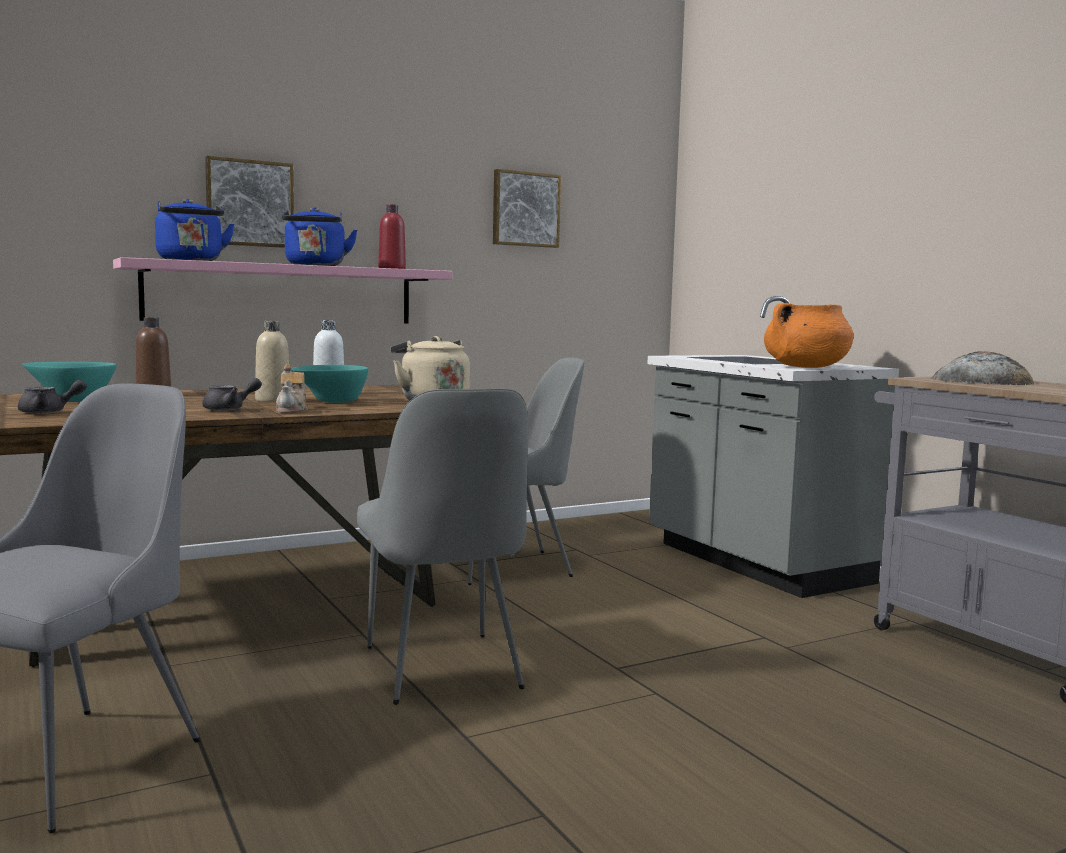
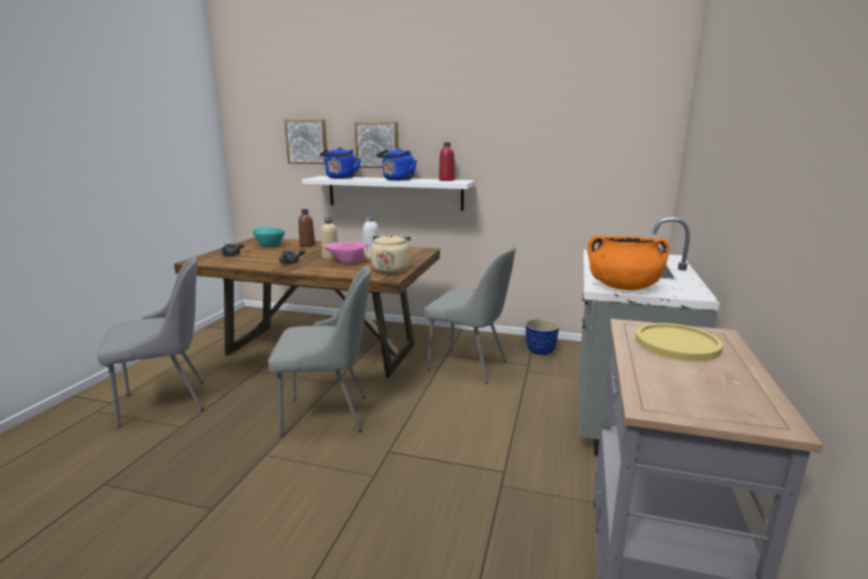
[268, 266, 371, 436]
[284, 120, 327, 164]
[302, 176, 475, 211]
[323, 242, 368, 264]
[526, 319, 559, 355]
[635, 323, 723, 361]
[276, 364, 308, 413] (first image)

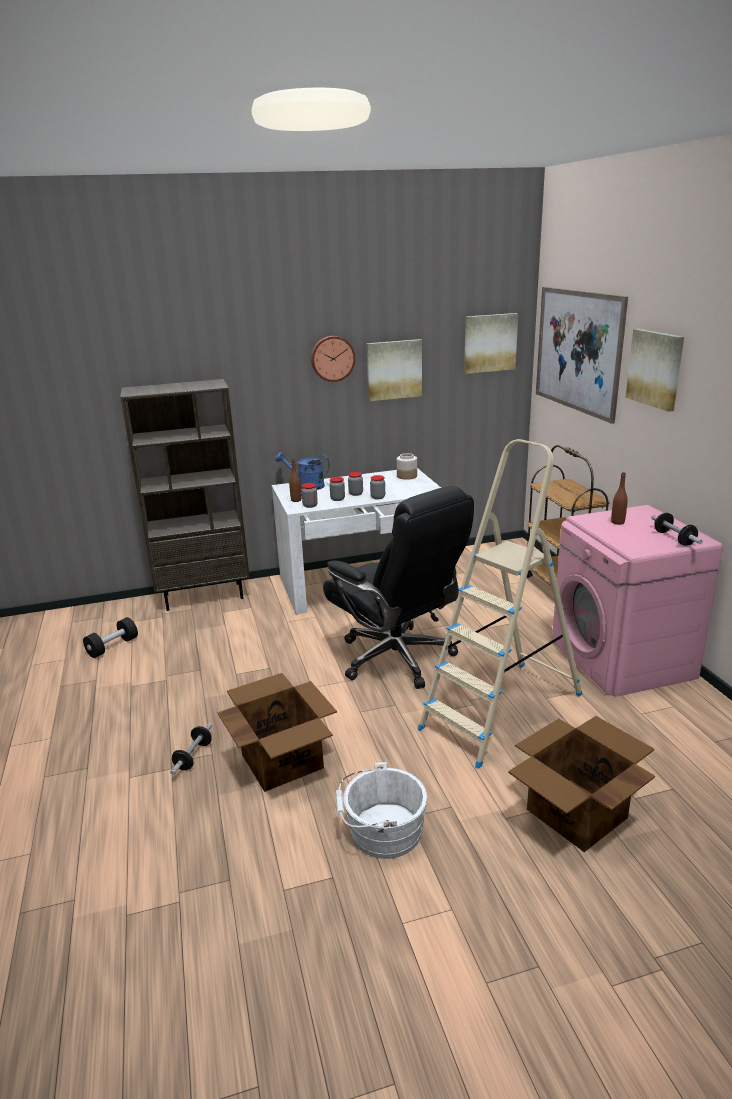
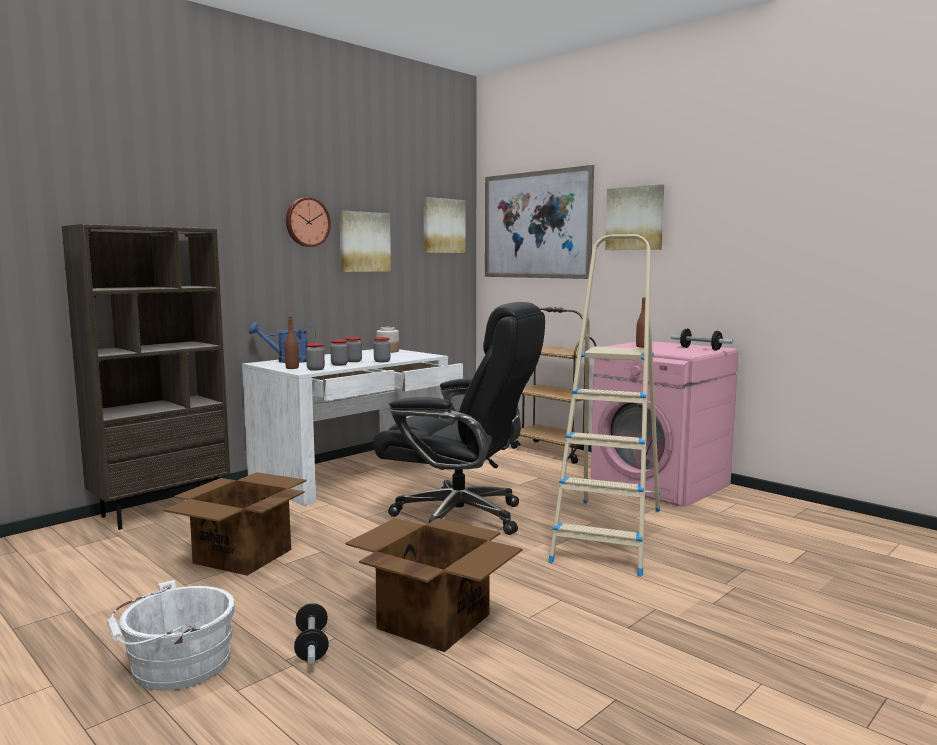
[107, 580, 235, 691]
[163, 472, 307, 576]
[83, 617, 138, 658] (first image)

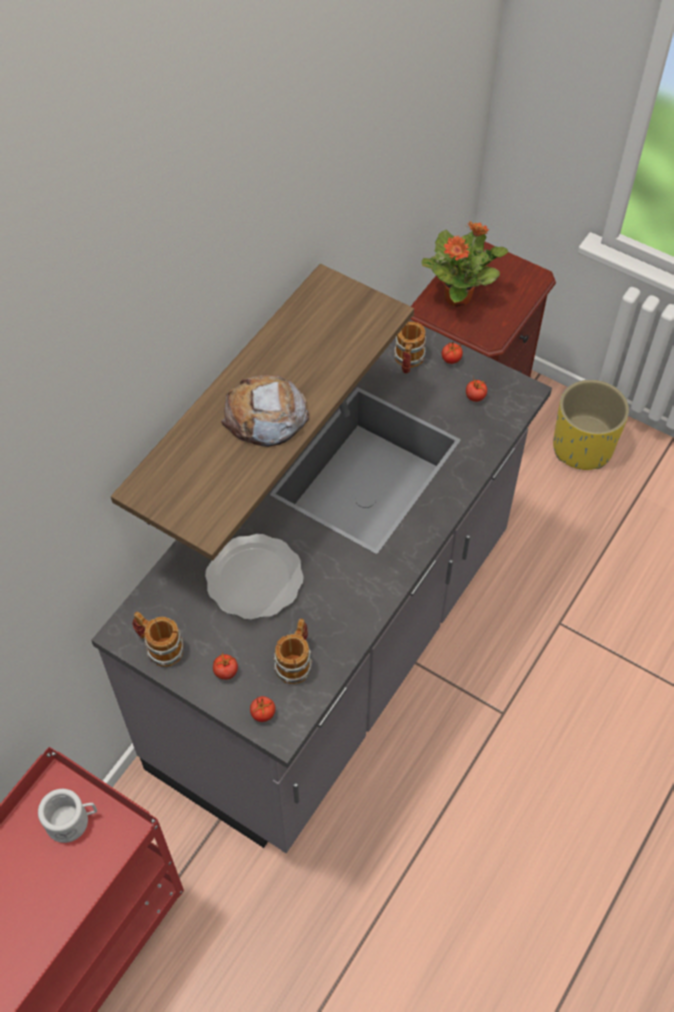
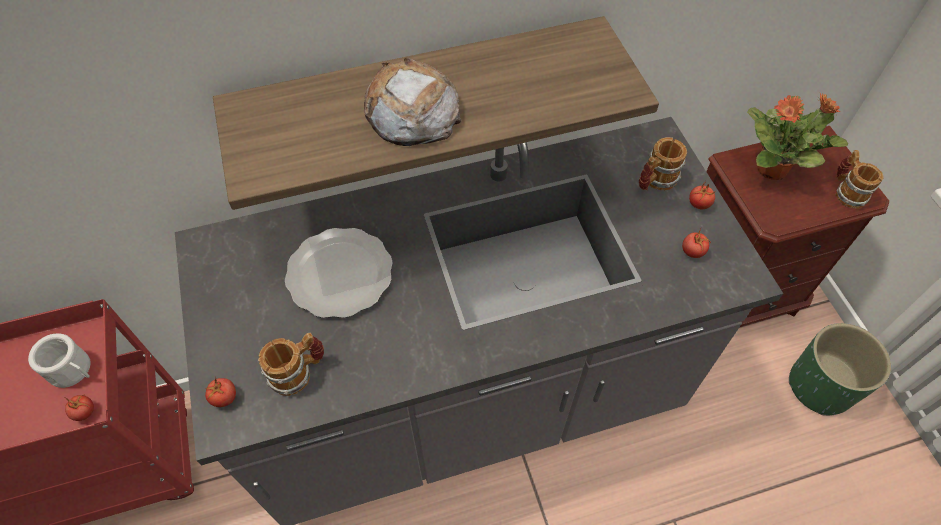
[65, 395, 94, 421]
[789, 323, 891, 416]
[836, 150, 884, 209]

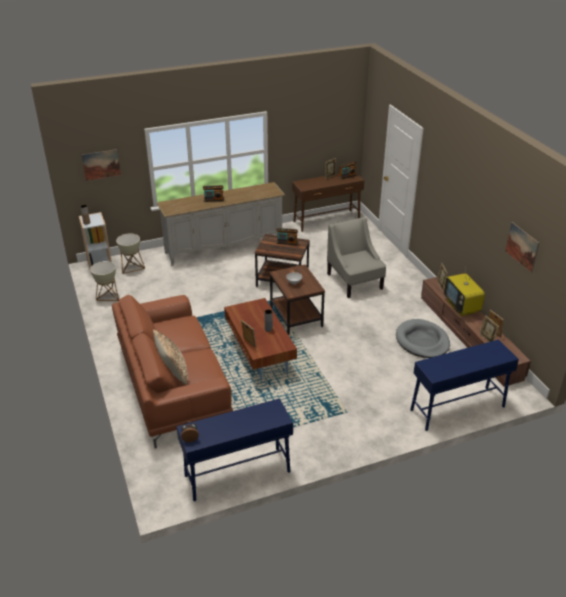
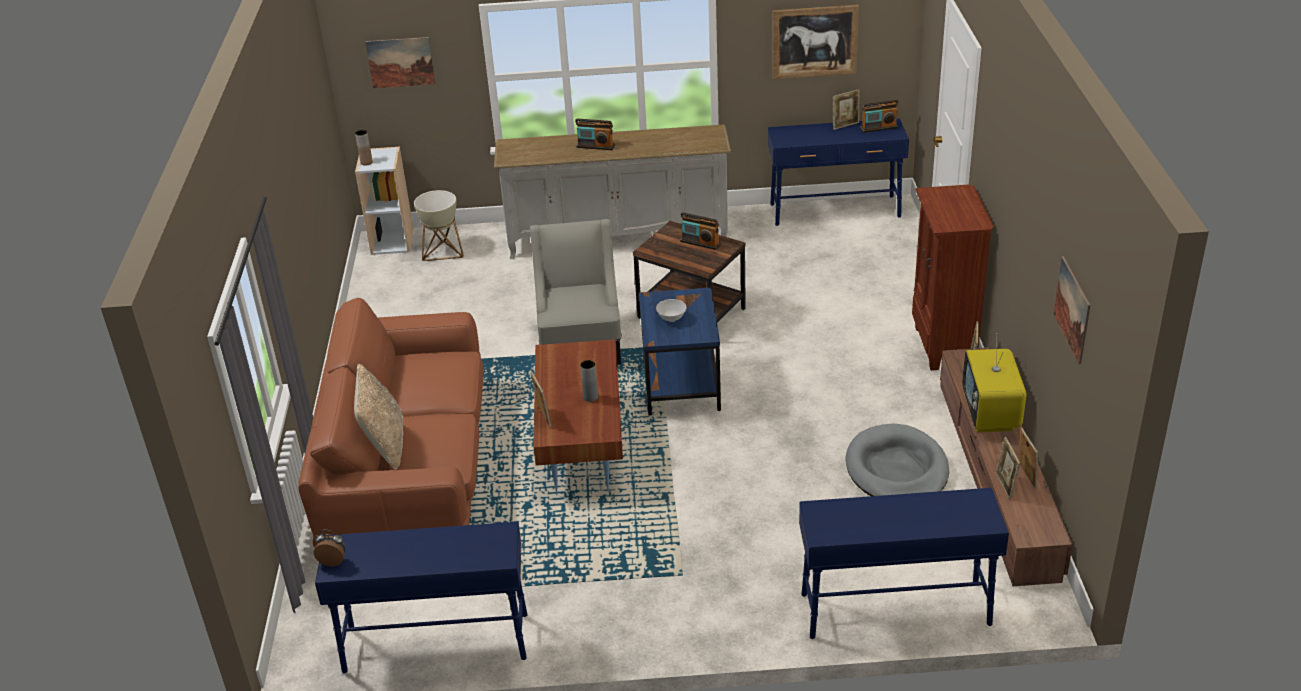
[530, 219, 622, 365]
[639, 288, 721, 416]
[768, 118, 909, 226]
[772, 5, 859, 79]
[912, 184, 994, 370]
[90, 261, 119, 301] (first image)

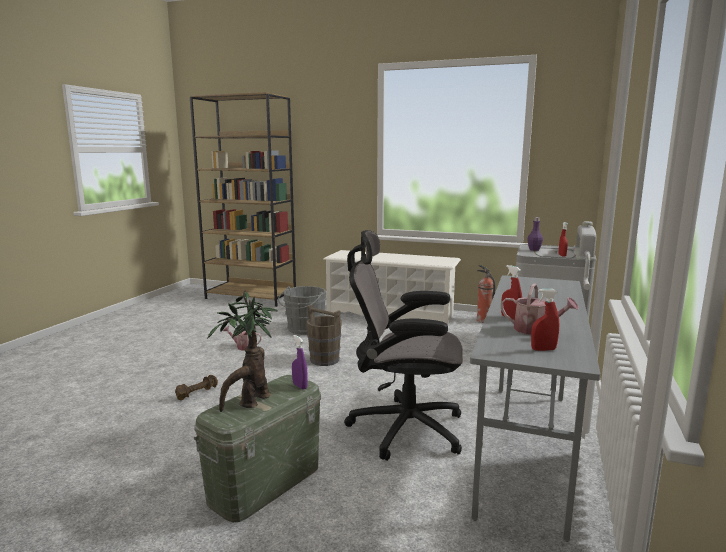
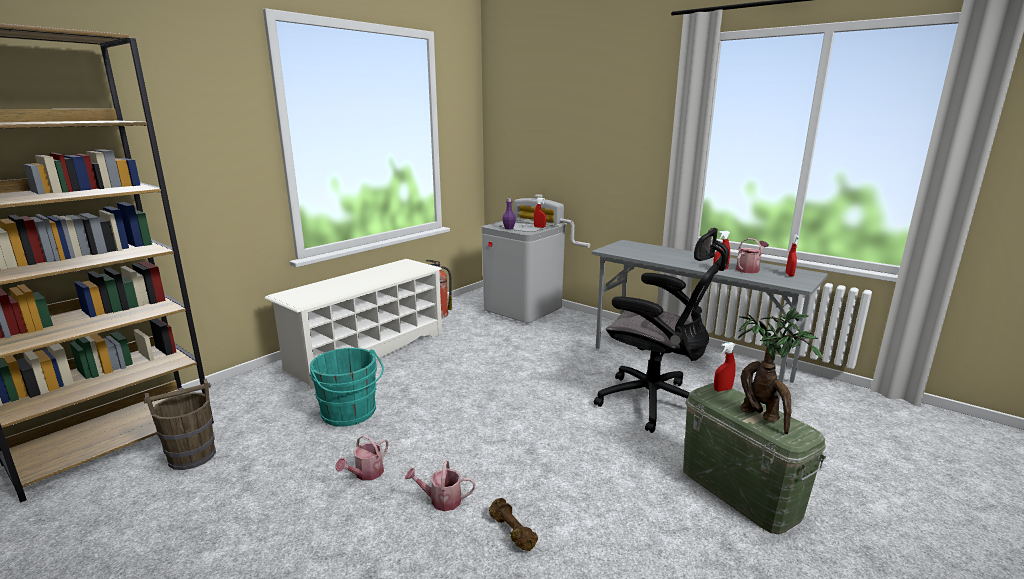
[144, 379, 216, 470]
[310, 348, 384, 426]
[405, 461, 475, 511]
[594, 228, 729, 433]
[714, 342, 736, 392]

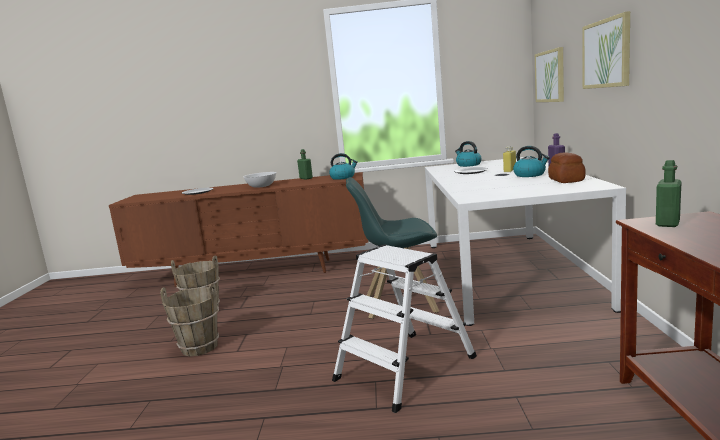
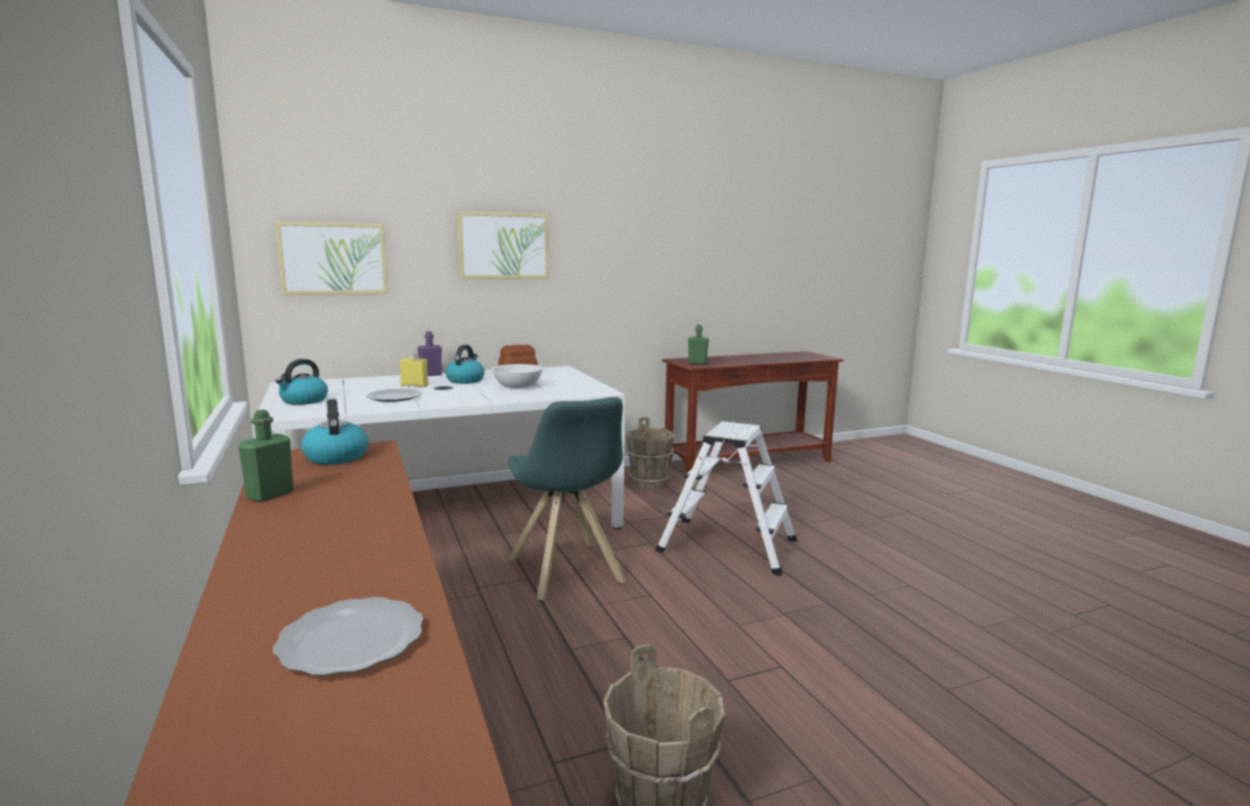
[491, 364, 544, 388]
[626, 417, 675, 489]

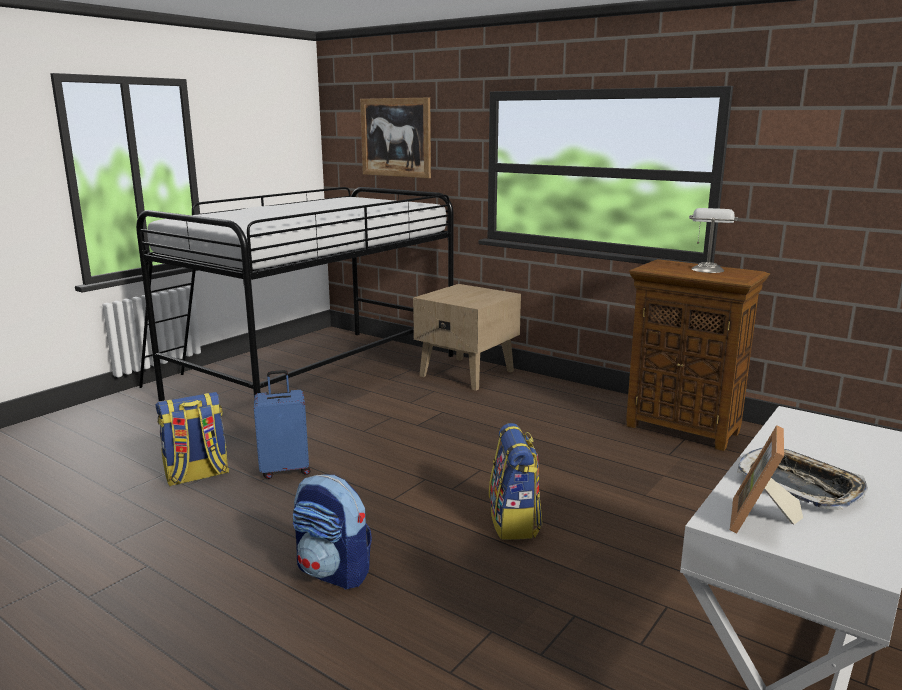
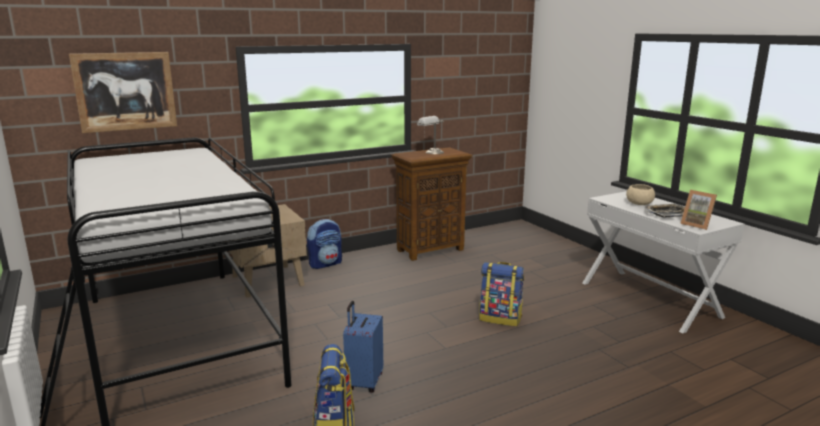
[307, 219, 342, 269]
[626, 184, 655, 205]

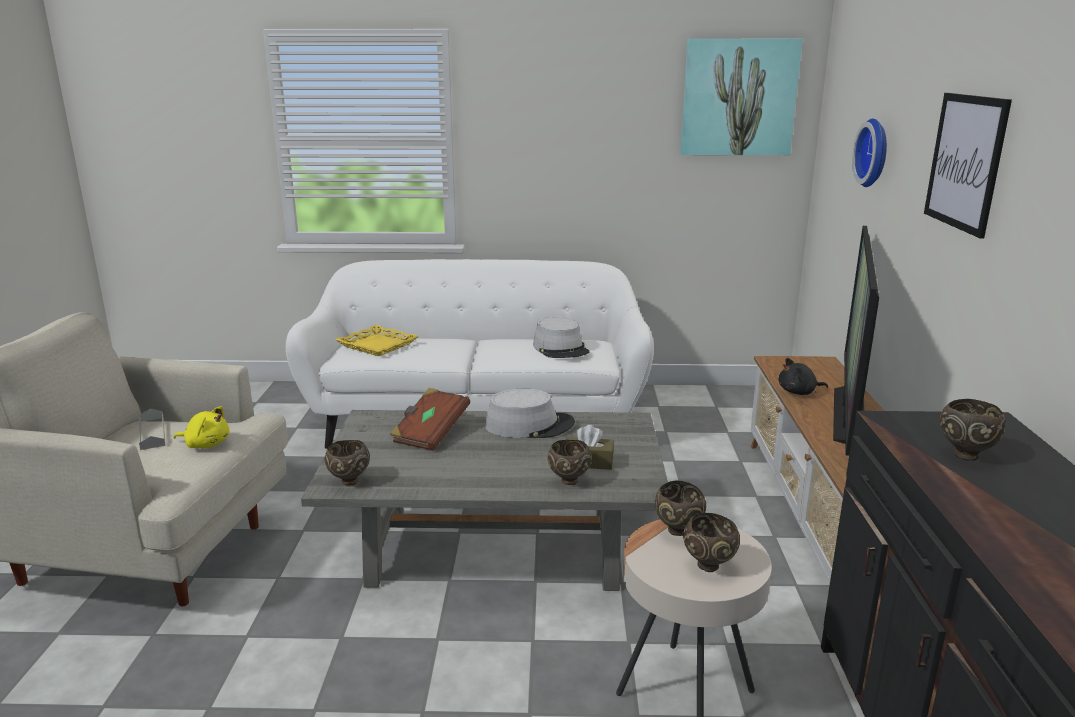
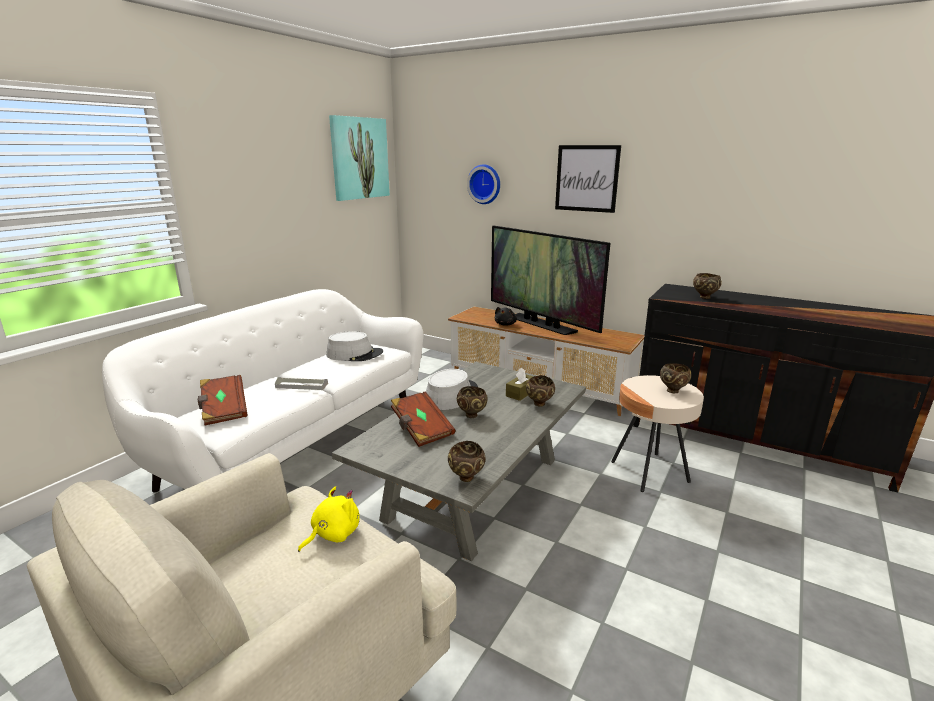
[198, 375, 247, 426]
[275, 377, 328, 390]
[457, 386, 488, 418]

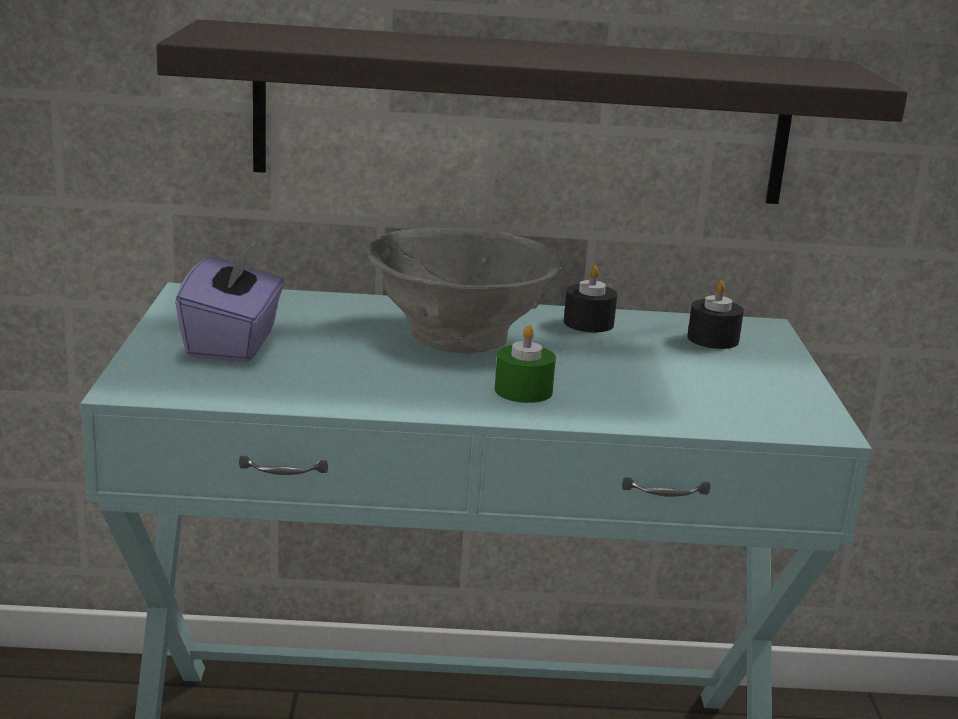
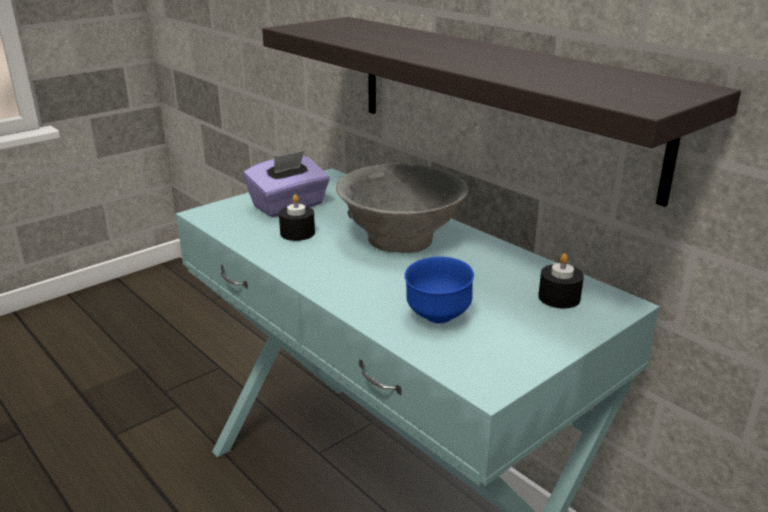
[279, 194, 315, 241]
[404, 257, 474, 323]
[495, 325, 556, 403] (first image)

